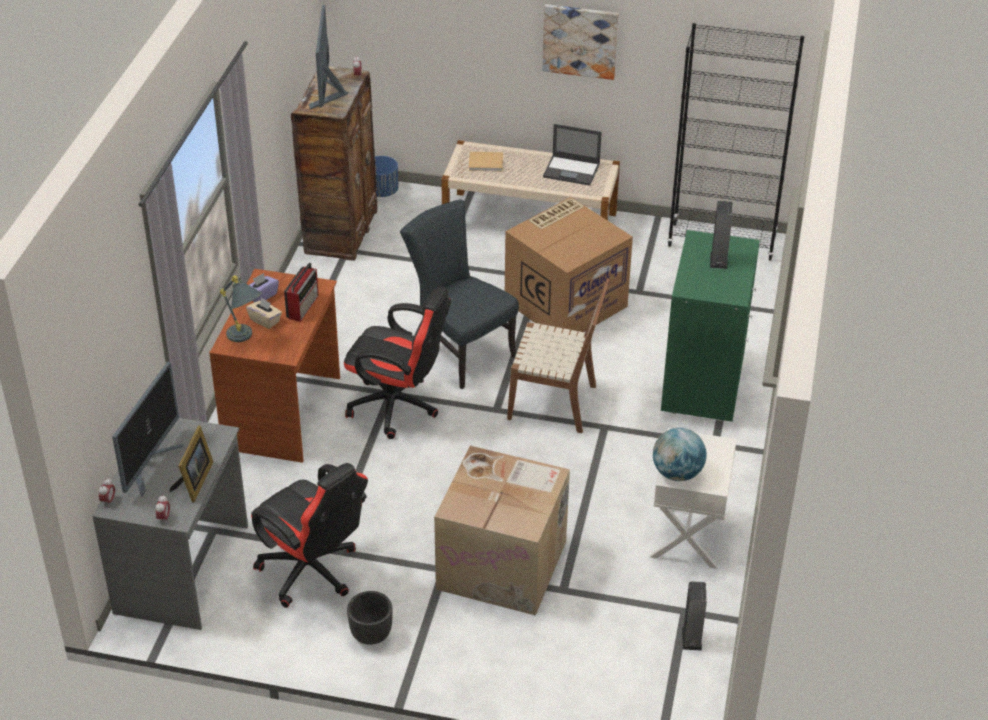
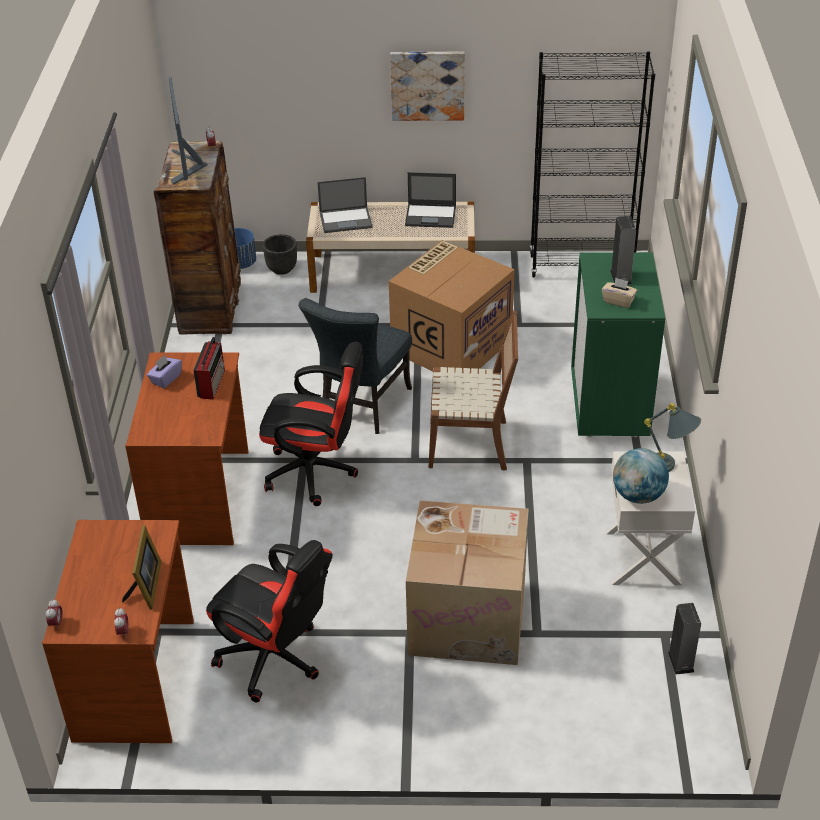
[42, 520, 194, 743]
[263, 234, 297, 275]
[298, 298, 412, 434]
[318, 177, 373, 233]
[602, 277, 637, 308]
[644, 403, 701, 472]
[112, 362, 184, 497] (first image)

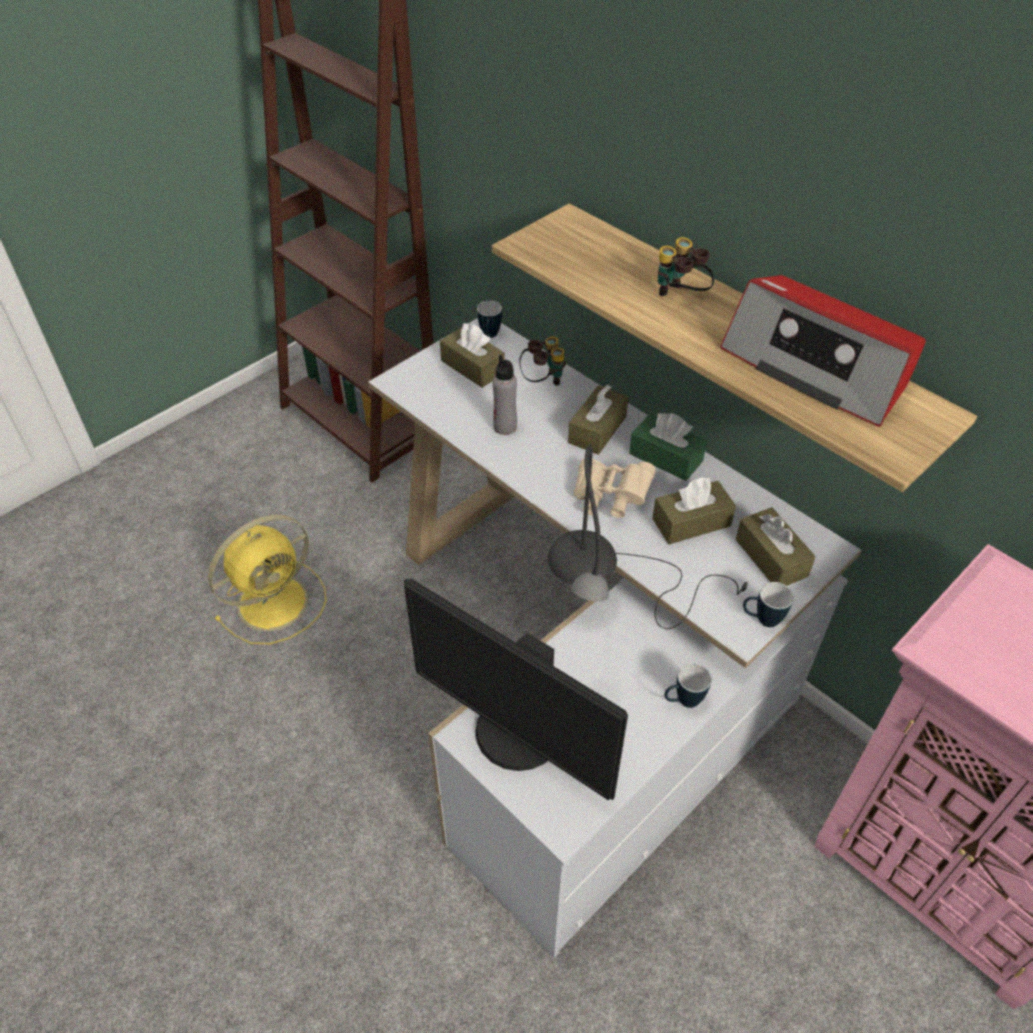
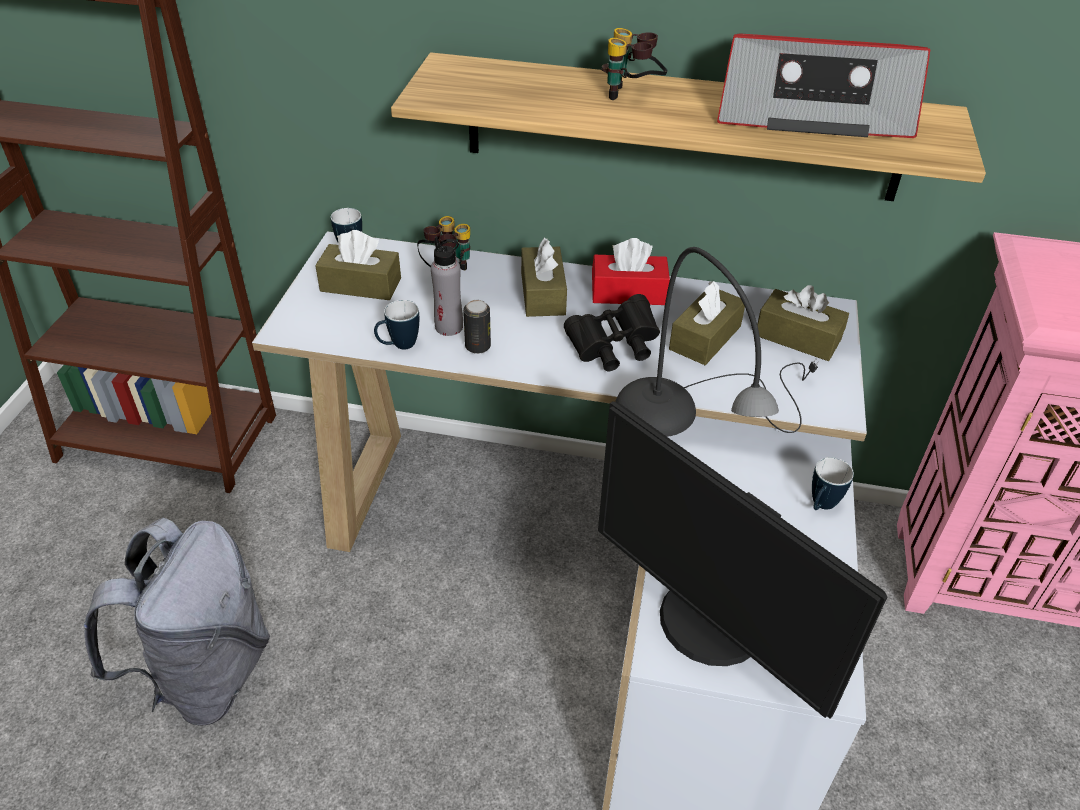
[84, 518, 270, 726]
[374, 300, 419, 349]
[463, 300, 491, 354]
[564, 294, 660, 371]
[592, 238, 670, 305]
[598, 401, 887, 719]

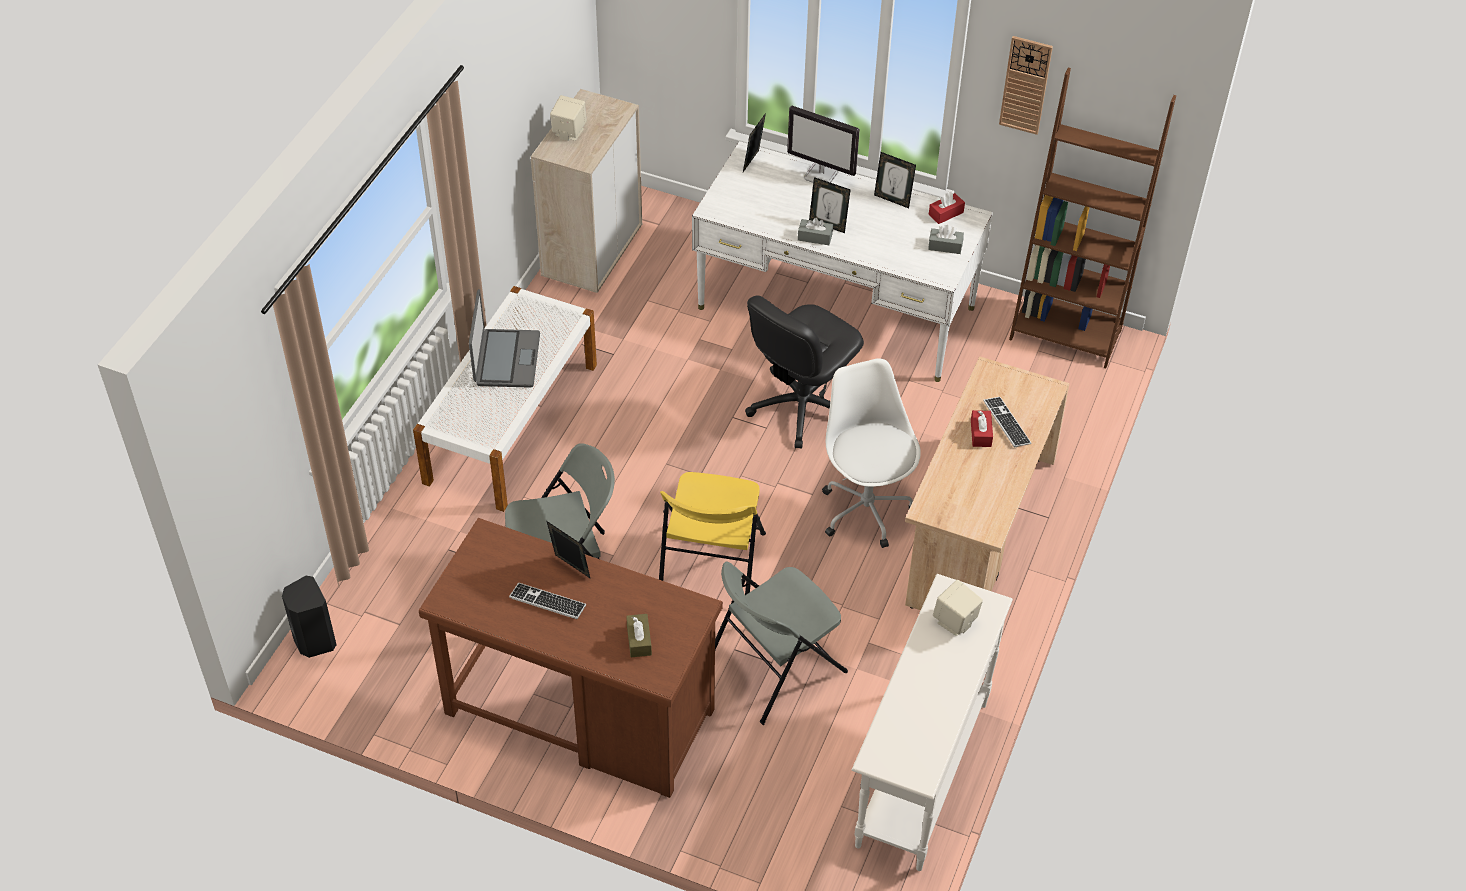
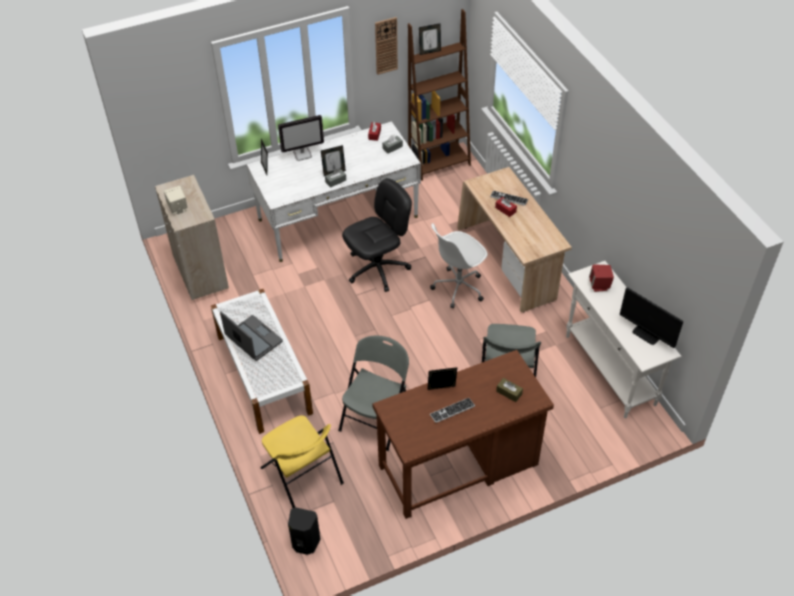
[261, 416, 344, 508]
[342, 178, 412, 292]
[419, 23, 441, 55]
[430, 223, 488, 308]
[589, 265, 614, 292]
[620, 287, 683, 348]

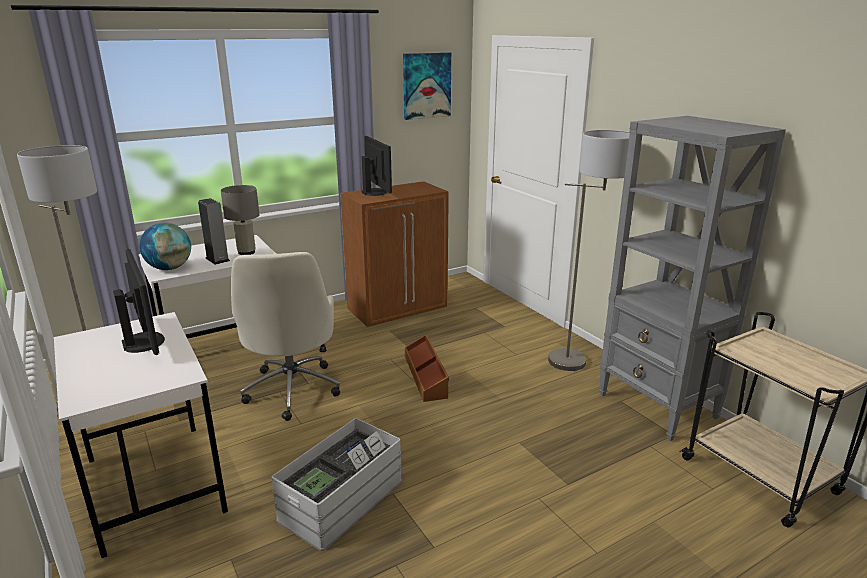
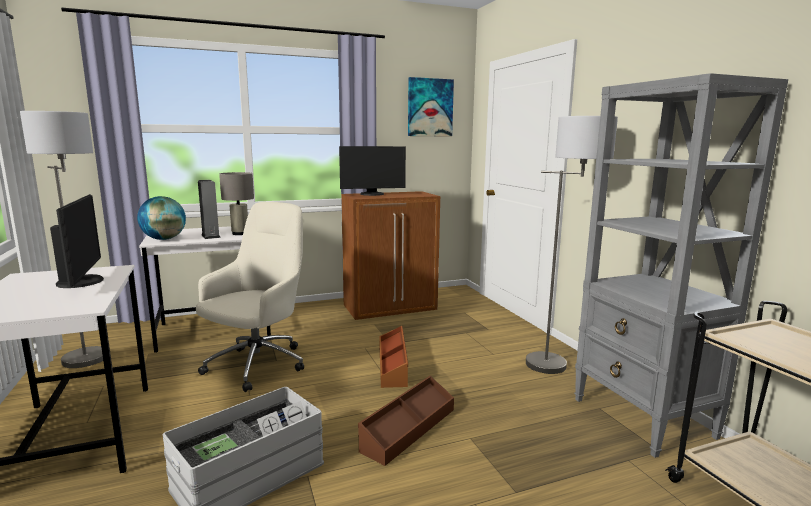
[196, 202, 304, 392]
[339, 146, 406, 196]
[358, 376, 454, 466]

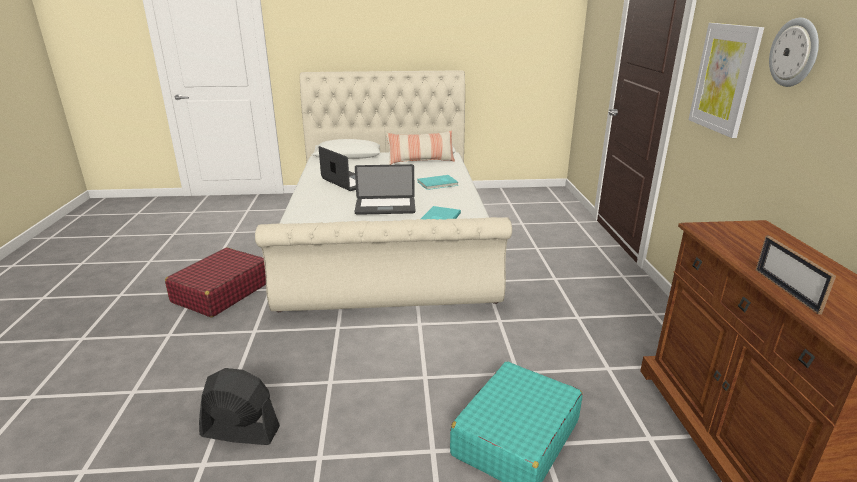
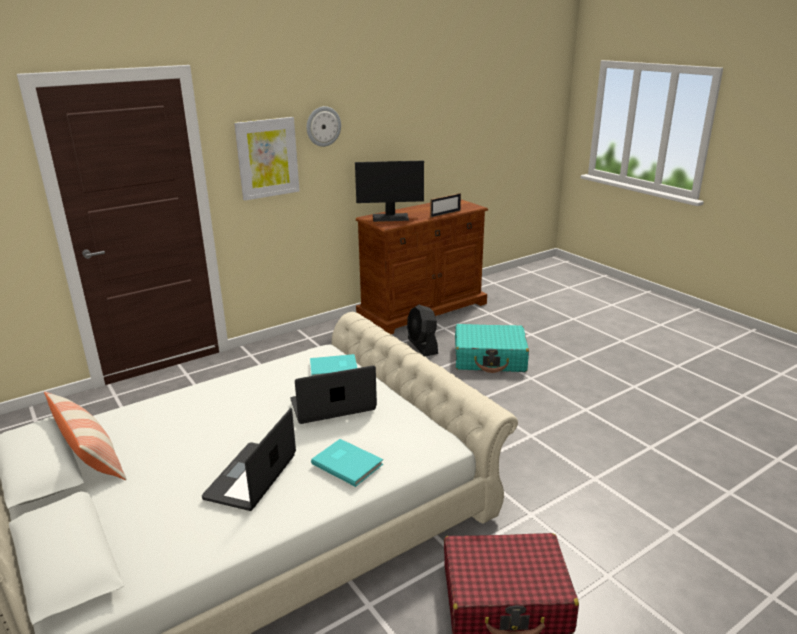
[291, 365, 377, 424]
[311, 439, 383, 487]
[355, 161, 424, 222]
[407, 305, 438, 356]

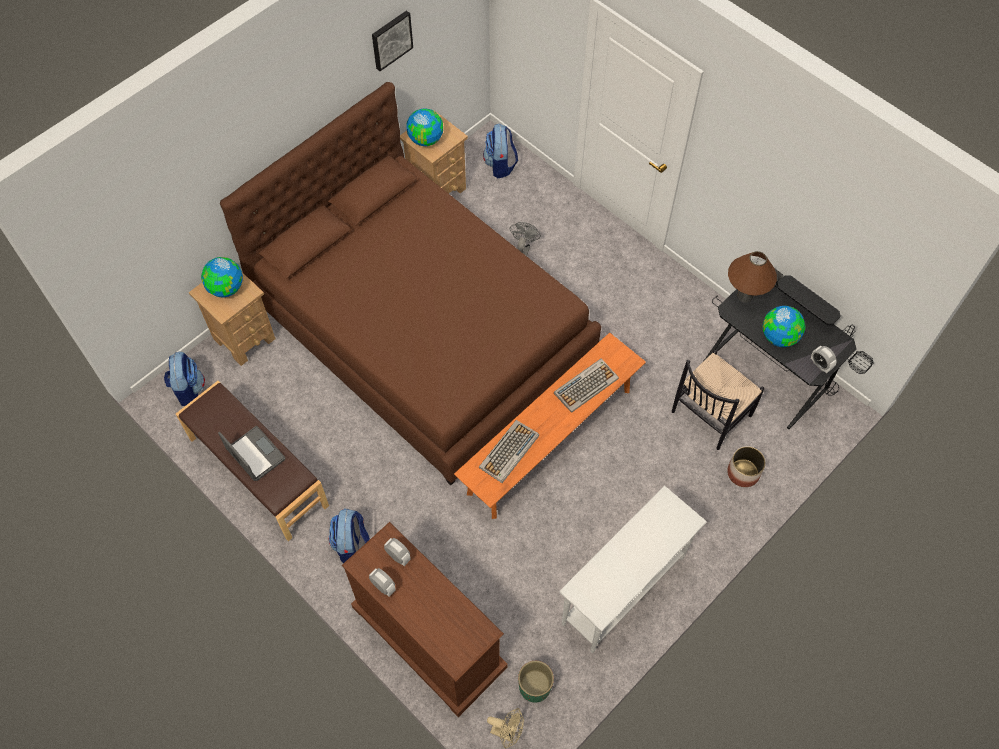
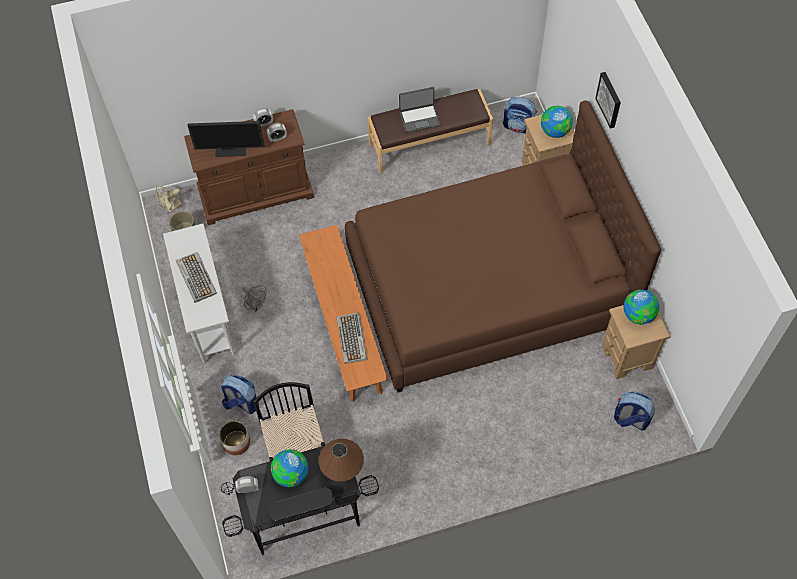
[176, 252, 217, 303]
[188, 121, 264, 157]
[221, 375, 259, 414]
[242, 285, 267, 312]
[595, 72, 621, 129]

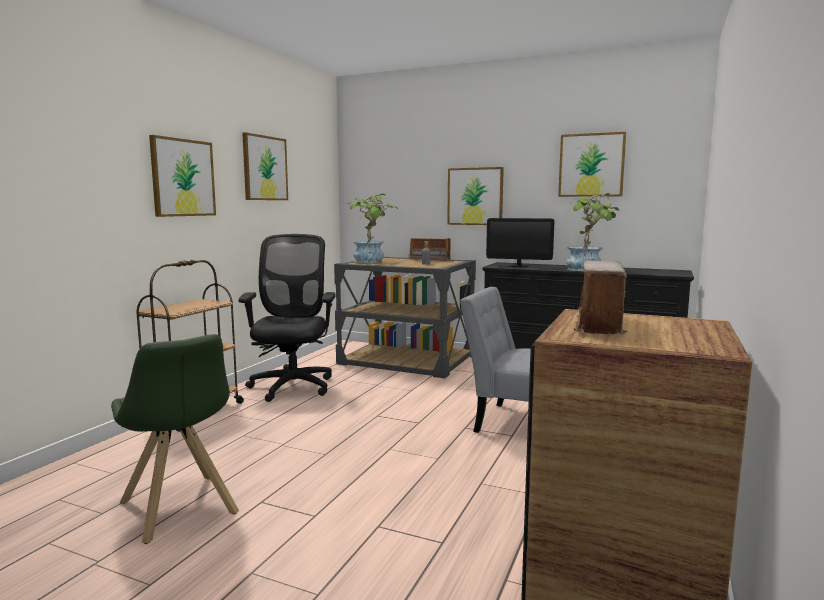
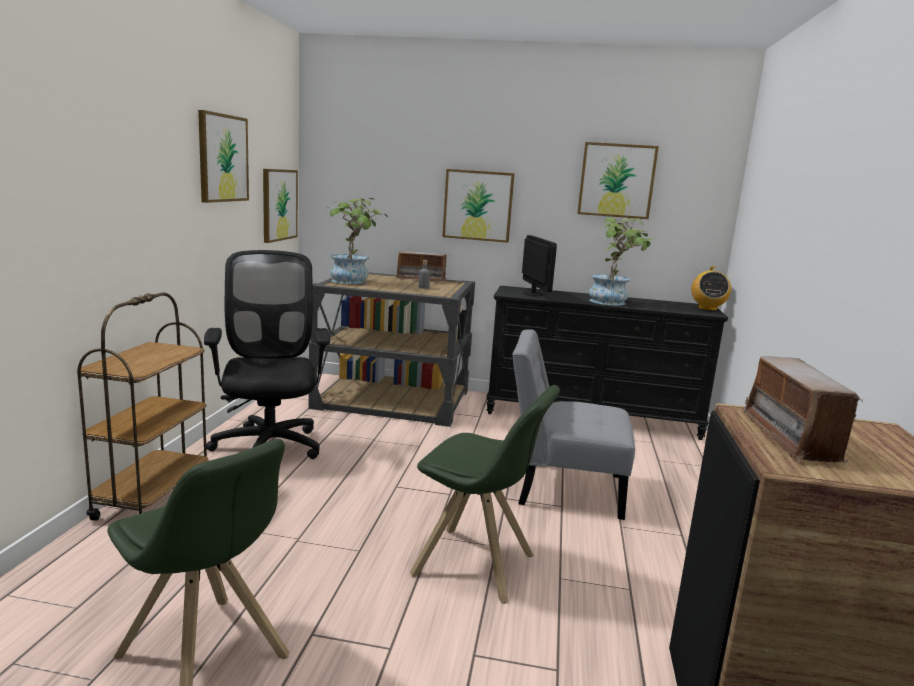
[263, 169, 298, 243]
[410, 385, 560, 604]
[522, 235, 557, 296]
[691, 266, 731, 311]

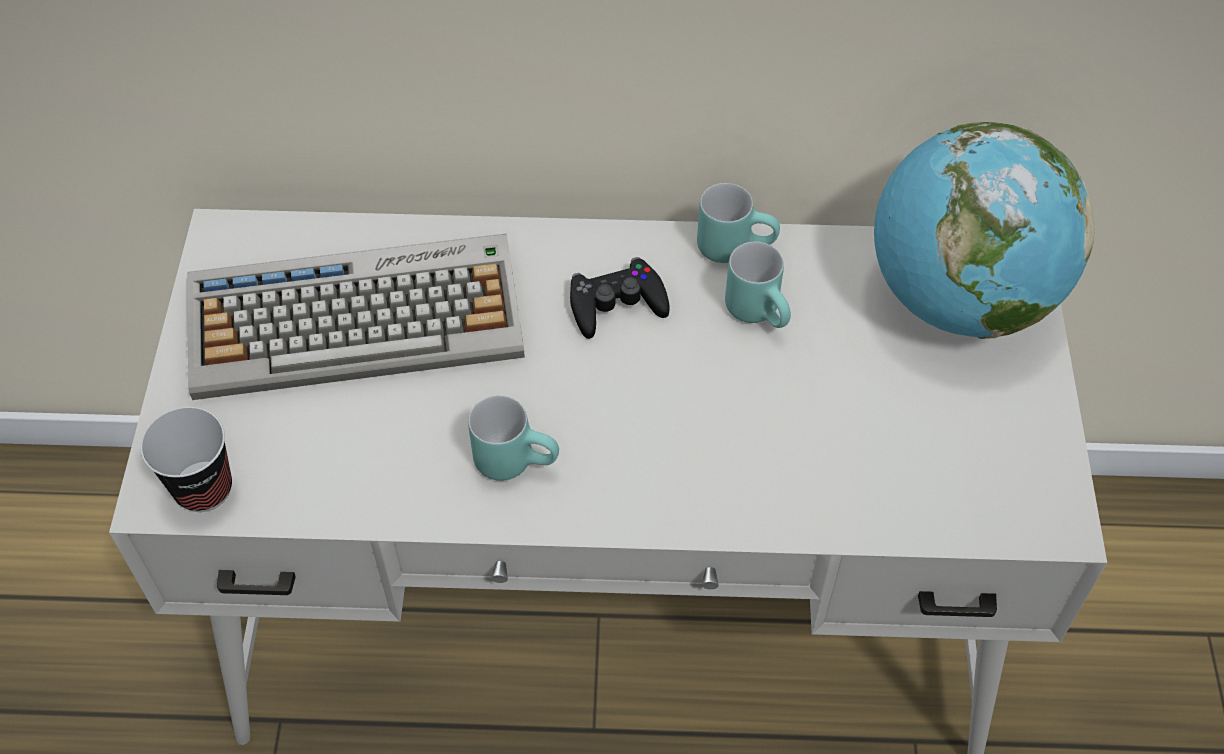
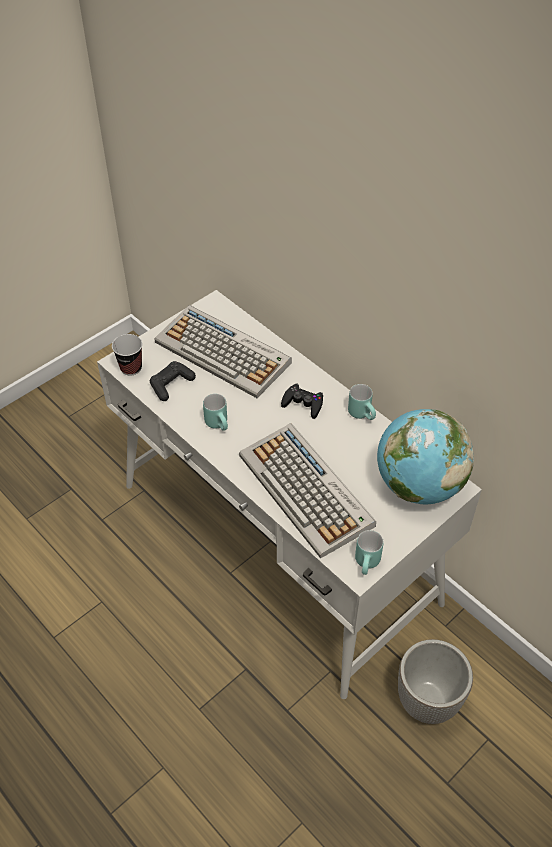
[150, 361, 196, 401]
[239, 423, 376, 559]
[355, 530, 384, 575]
[398, 639, 473, 724]

